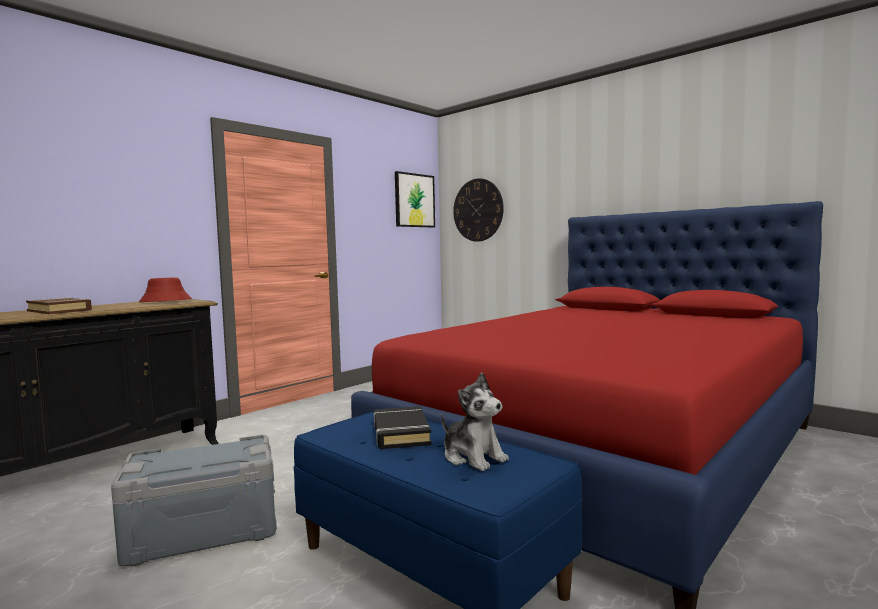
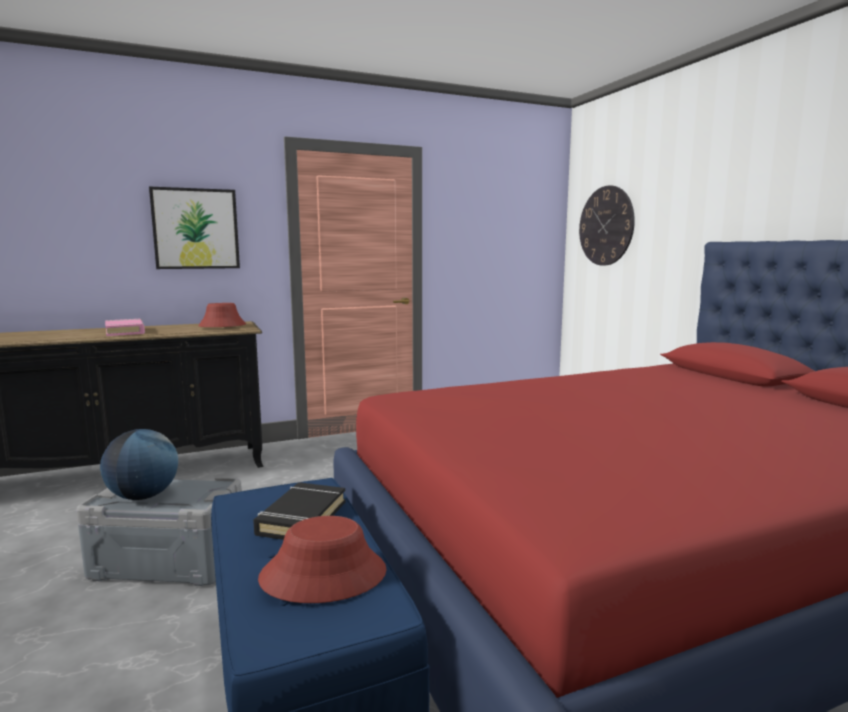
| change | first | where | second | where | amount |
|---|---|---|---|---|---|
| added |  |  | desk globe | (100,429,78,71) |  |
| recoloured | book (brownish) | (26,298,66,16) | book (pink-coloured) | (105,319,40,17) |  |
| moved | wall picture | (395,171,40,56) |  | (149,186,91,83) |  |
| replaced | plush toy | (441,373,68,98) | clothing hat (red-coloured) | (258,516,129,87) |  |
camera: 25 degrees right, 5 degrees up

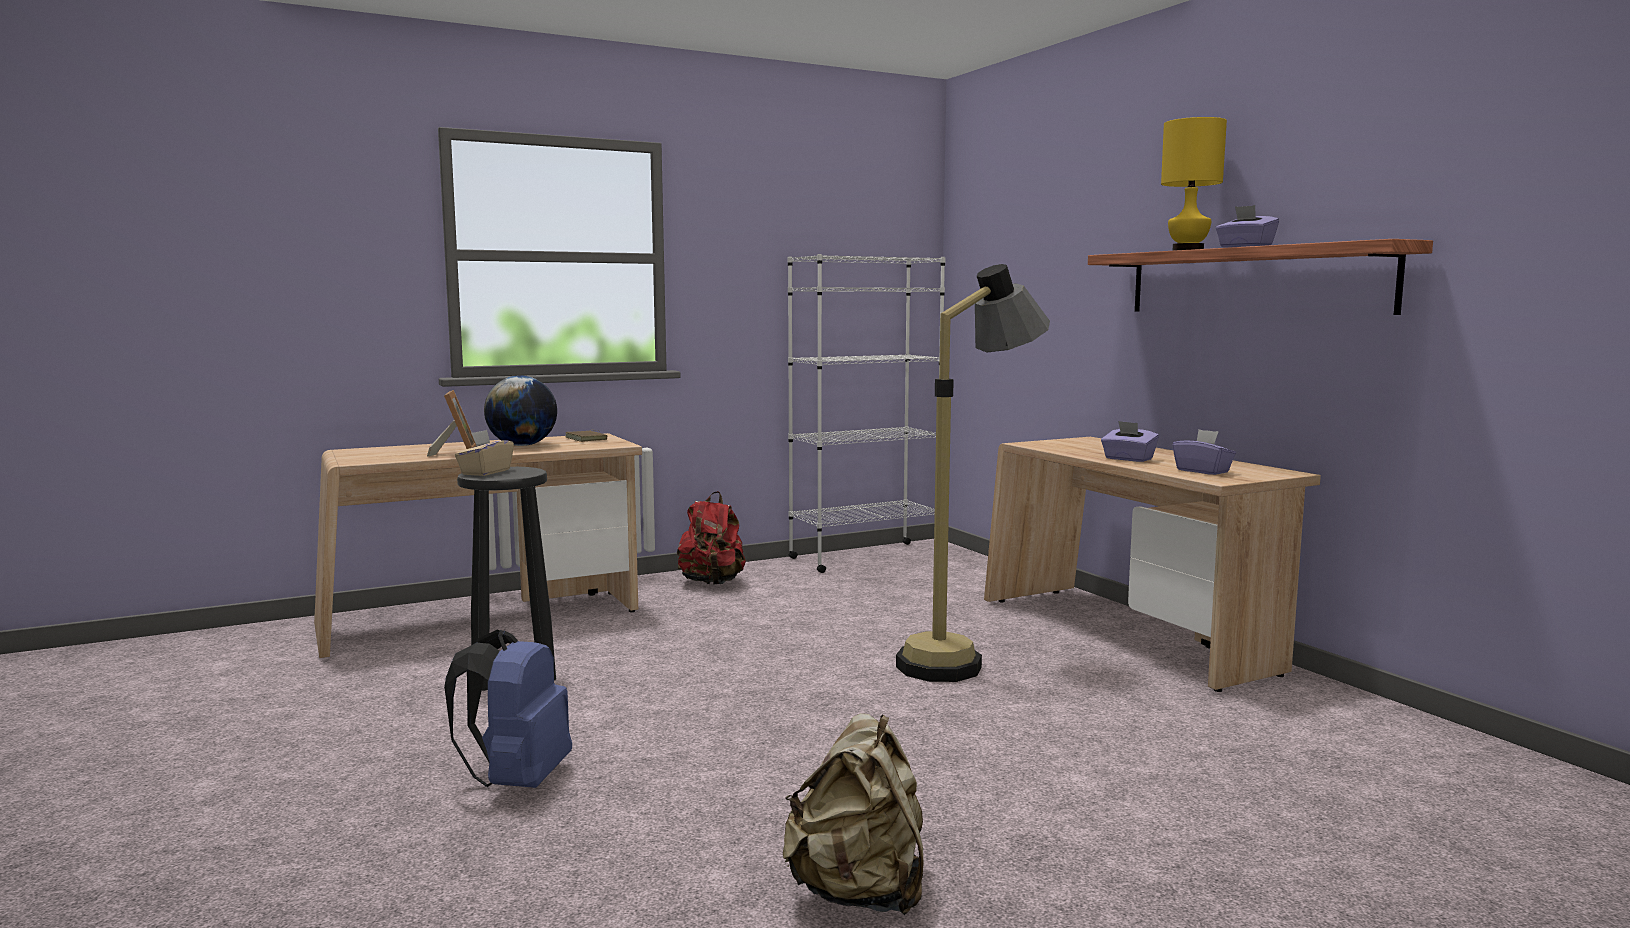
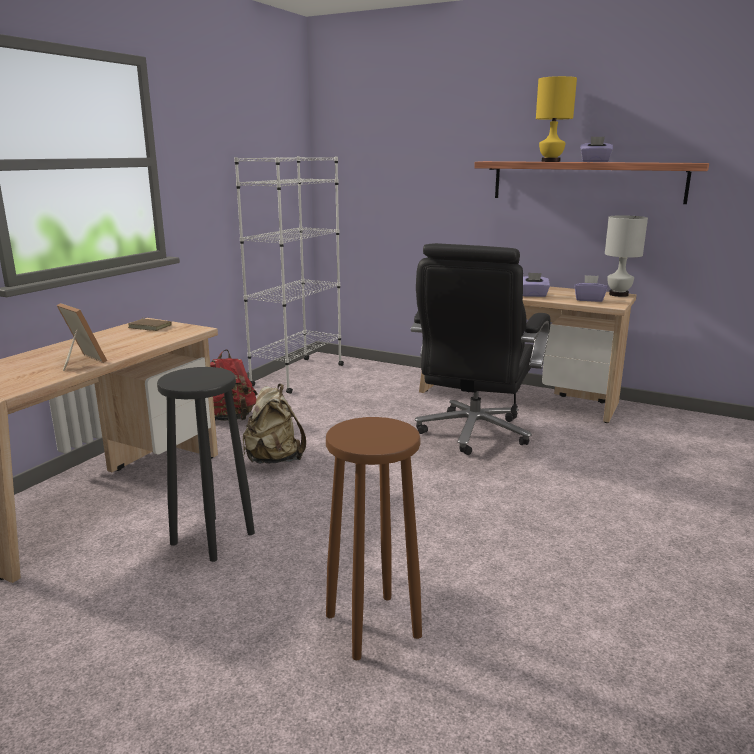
| change | first | where | second | where | amount |
|---|---|---|---|---|---|
| moved | rucksack (beige) | (783,713,140,202) |  | (243,384,63,80) |  |
| replaced | rucksack (blue-coloured) | (444,630,128,158) | sitting stool (brownish) | (326,417,96,243) |  |
| replaced | floor lamp | (896,264,154,418) | computer chair (black) | (411,243,139,212) |  |
| added |  |  | tabletop lamp (whitish) | (605,215,43,82) |  |
| removed | box of tissues (beige) | (455,430,59,46) |  |  |  |
| removed | desk globe | (484,375,73,71) |  |  |  |
camera: 35 degrees left, 10 degrees up

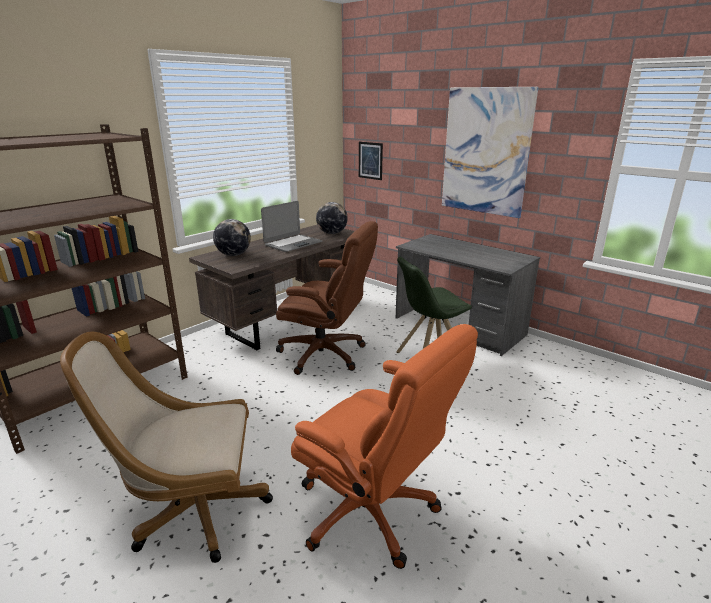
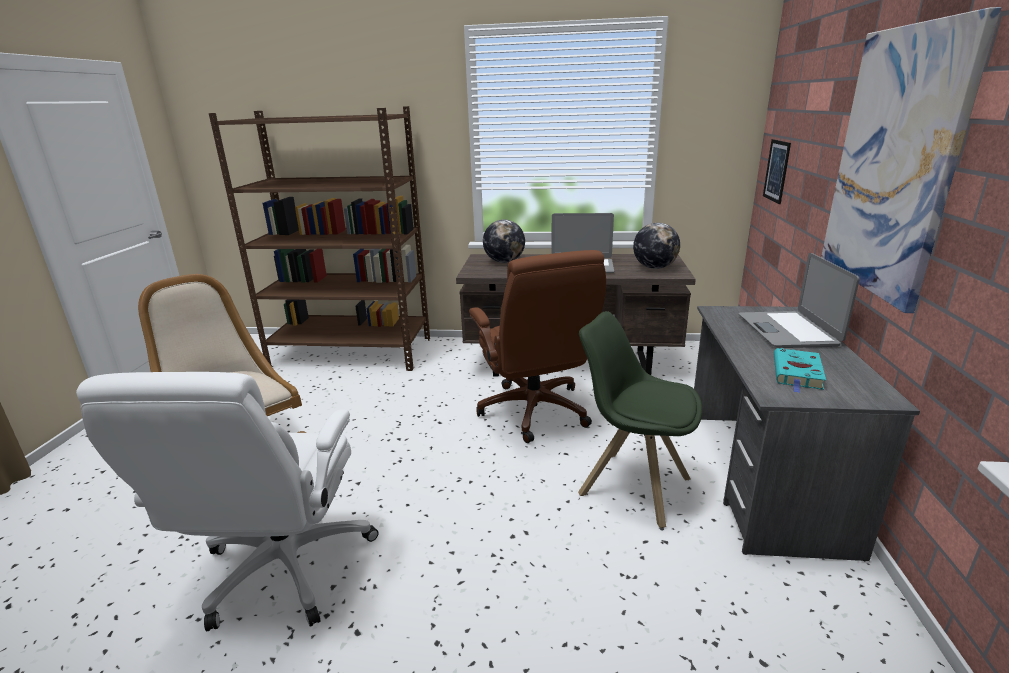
| change | first | where | second | where | amount |
|---|---|---|---|---|---|
| recoloured | computer chair (orange-coloured) | (291,324,187,245) | computer chair (whitish) | (76,372,302,259) |  |
| added |  |  | notebook computer | (739,253,121,95) |  |
| added |  |  | book (turquoise-coloured) | (774,348,52,45) |  |
camera: 55 degrees right, 0 degrees up

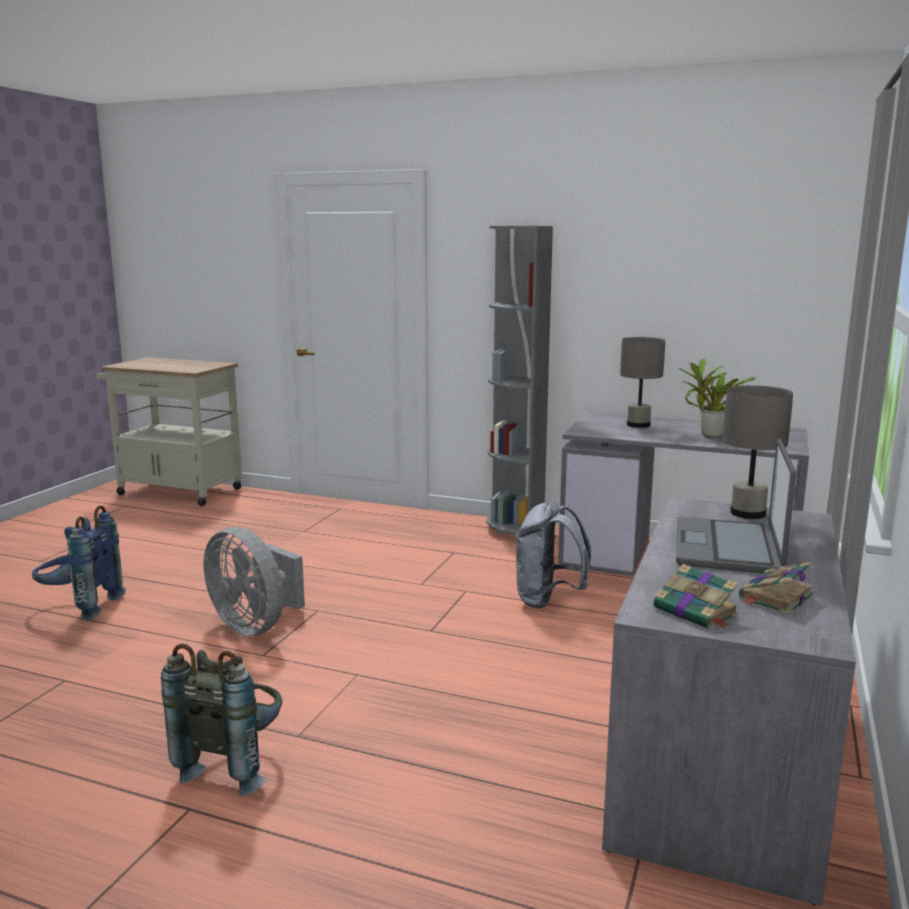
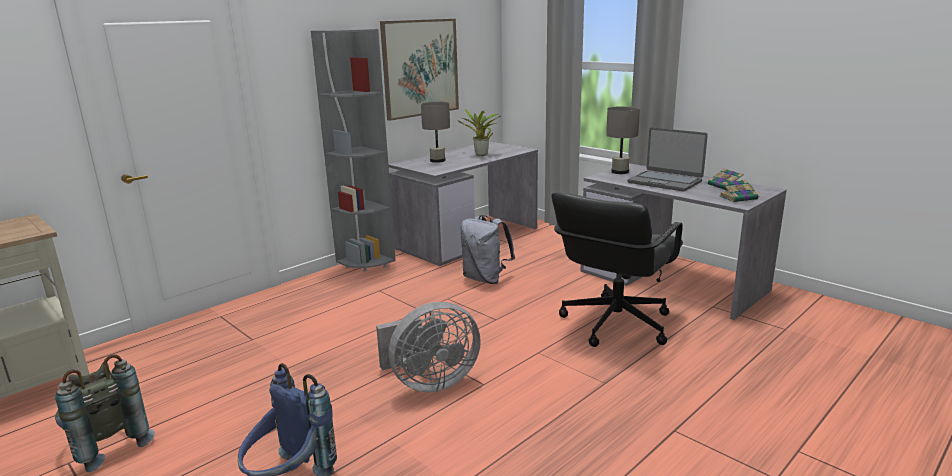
| change | first | where | second | where | amount |
|---|---|---|---|---|---|
| moved | rucksack (gray) | (161,644,121,152) |  | (55,354,100,118) |  |
| added |  |  | wall picture | (380,19,79,102) |  |
| added |  |  | computer chair (black) | (551,192,132,155) |  |
camera: 65 degrees left, 5 degrees up

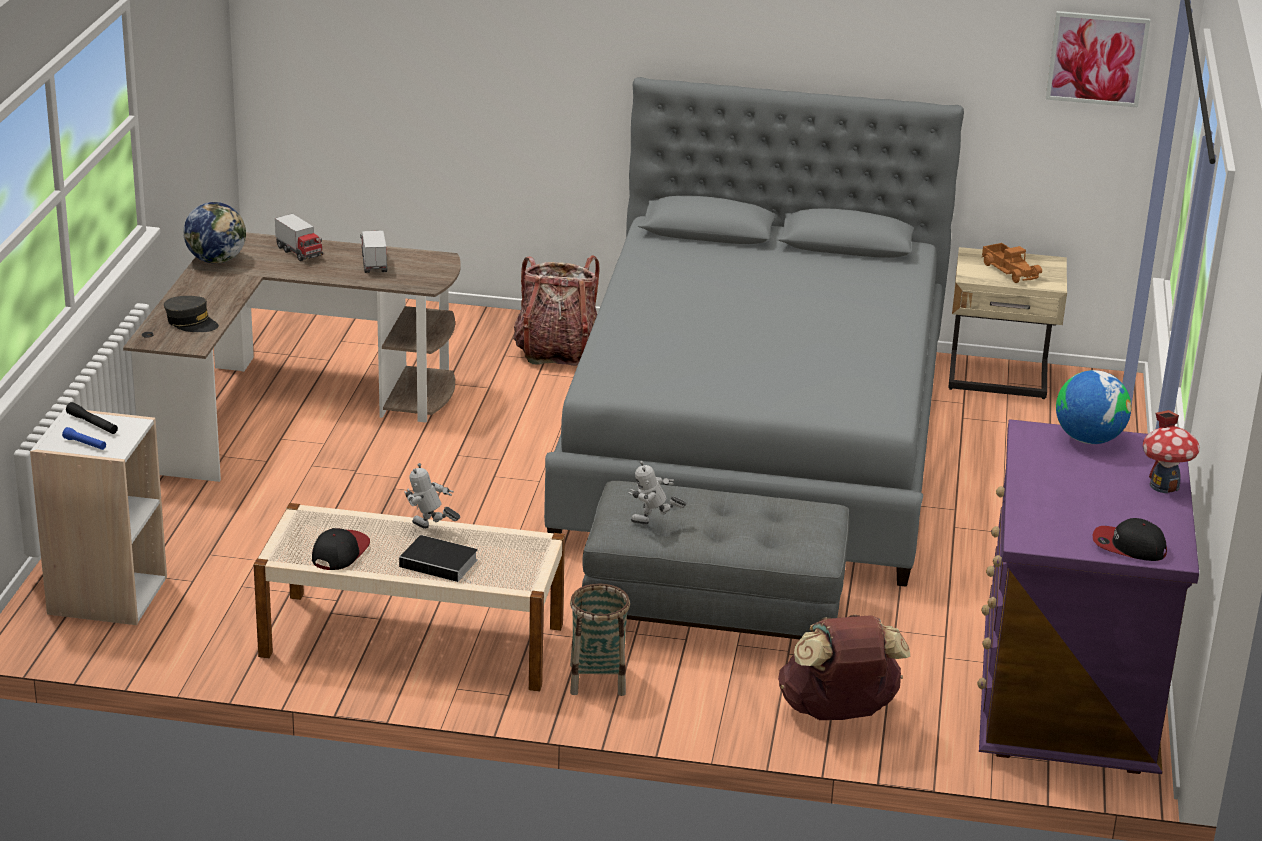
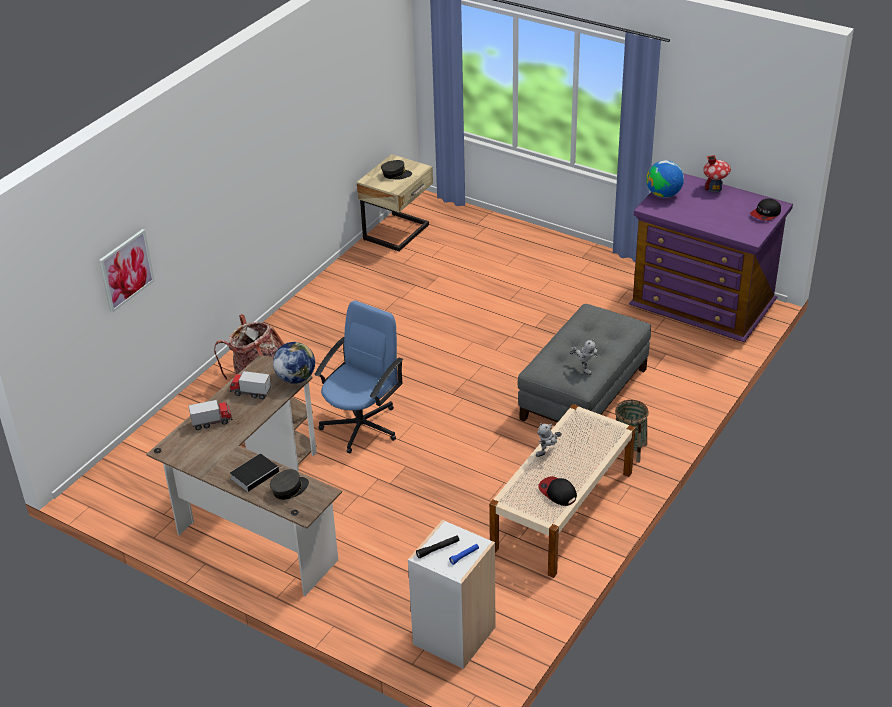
| change | first | where | second | where | amount |
|---|---|---|---|---|---|
| moved | wall picture | (1046,11,104,96) |  | (99,229,56,84) |  |
| moved | book | (399,535,79,48) |  | (230,453,53,39) |  |
| moved | desk globe | (183,202,63,62) |  | (273,342,42,42) |  |
| added |  |  | computer chair (blue-coloured) | (315,300,88,154) |  |
| replaced | model truck | (982,243,60,40) | peaked cap (gray) | (381,160,31,20) |  |
| turned | model robot | (629,461,57,64) |  | (569,339,29,36) | 60 degrees counterclockwise |
| removed | bedroom bed (gray) | (544,77,420,510) |  |  |  |
| removed | rucksack (brownish) | (778,614,132,106) |  |  |  |
camera: 65 degrees left, 10 degrees up

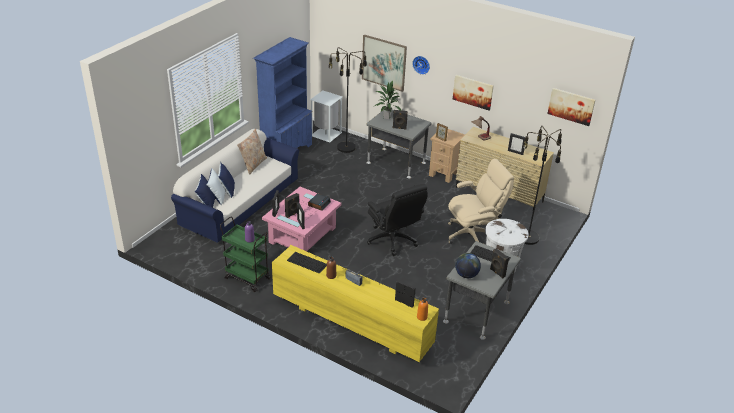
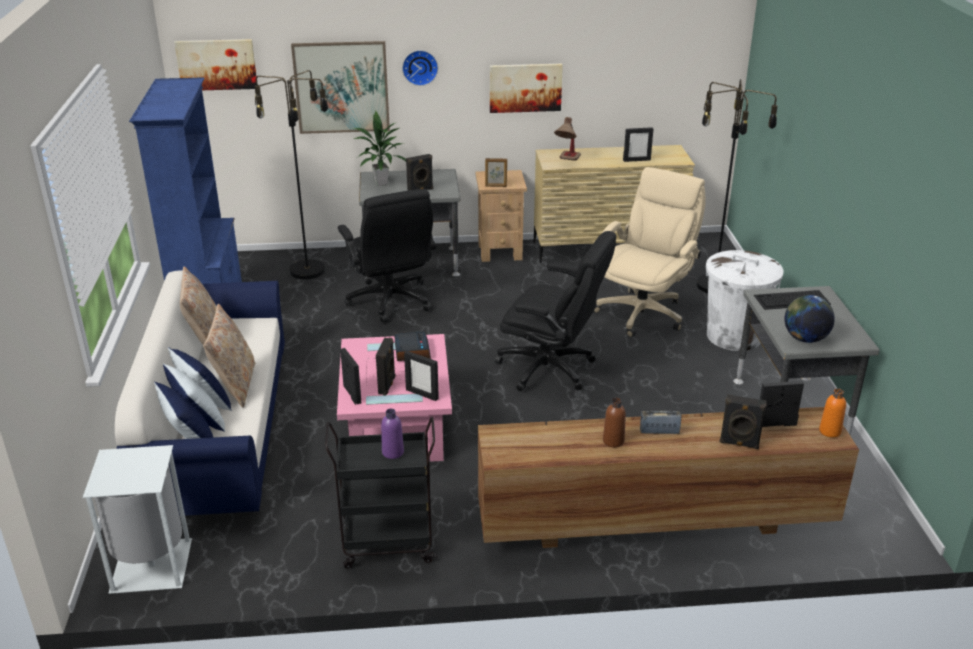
| change | first | where | second | where | amount |
|---|---|---|---|---|---|
| moved | waste bin (whitish) | (310,91,33,52) |  | (83,445,109,149) |  |
| moved | wall picture | (547,88,48,38) |  | (174,39,83,51) |  |
| added |  |  | throw pillow (beige) | (203,304,52,104) |  |
| recoloured | trolley (greenish) | (220,217,50,75) | trolley (black) | (325,416,113,153) |  |
| added |  |  | computer chair (black) | (338,189,98,134) |  |
| recoloured | storage cabinet (yellow) | (272,245,167,117) | storage cabinet (brownish) | (478,407,381,141) |  |
| moved | loudspeaker (black) | (490,248,19,30) |  | (719,394,48,55) |  |
| removed | keyboard | (287,252,40,22) |  |  |  |
camera: 35 degrees left, 5 degrees down

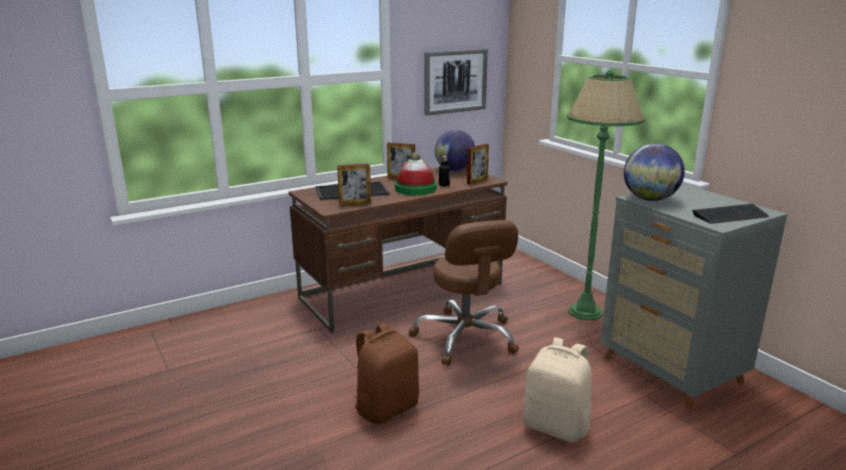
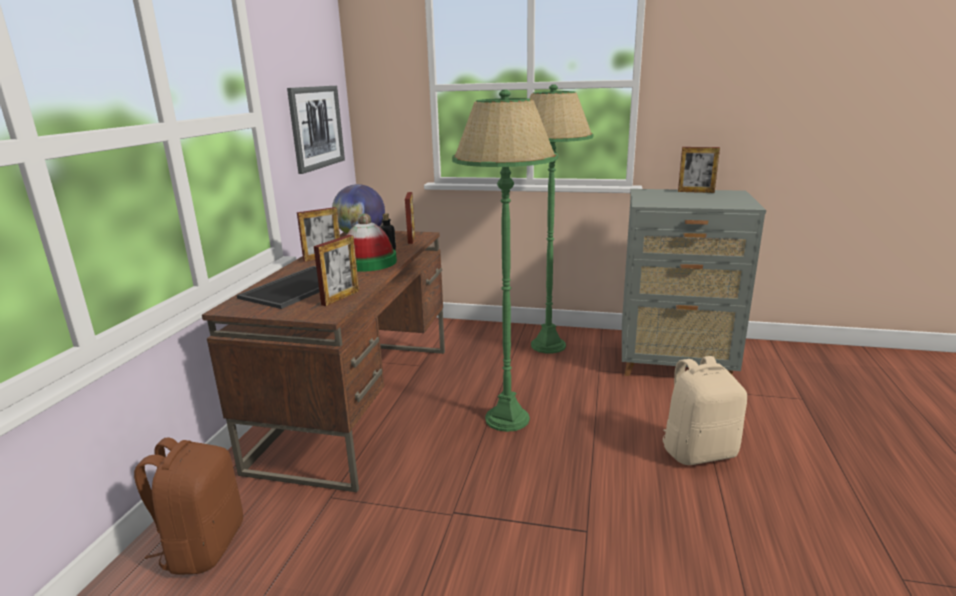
| change | first | where | second | where | amount |
|---|---|---|---|---|---|
| moved | rucksack (brownish) | (354,323,65,101) |  | (134,437,109,138) |  |
| replaced | computer chair (brownish) | (408,220,111,146) | floor lamp (greenish) | (452,89,105,343) |  |
| added |  |  | picture frame | (678,147,42,46) |  |
| removed | desk globe | (624,143,61,58) |  |  |  |
| removed | keyboard | (692,204,77,20) |  |  |  |
camera: 45 degrees left, 0 degrees up

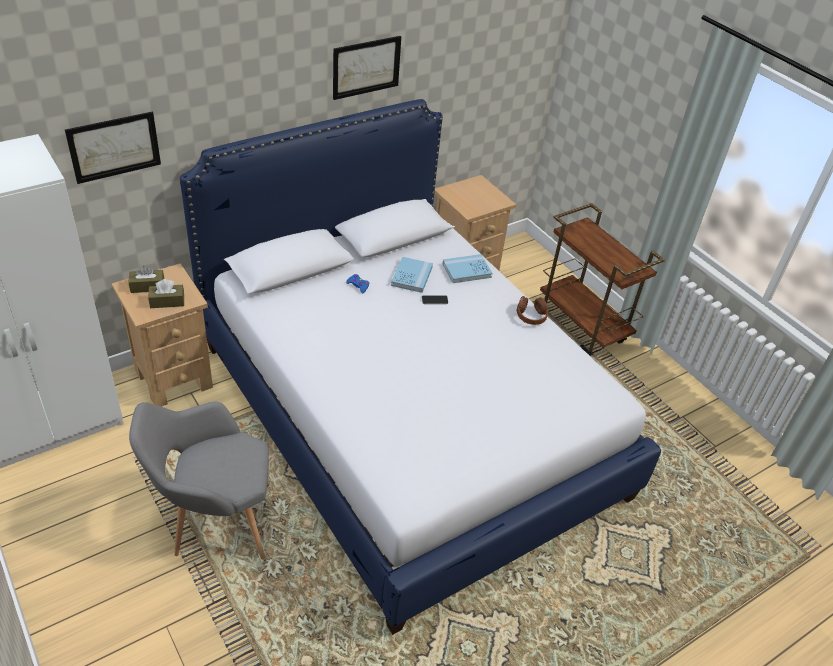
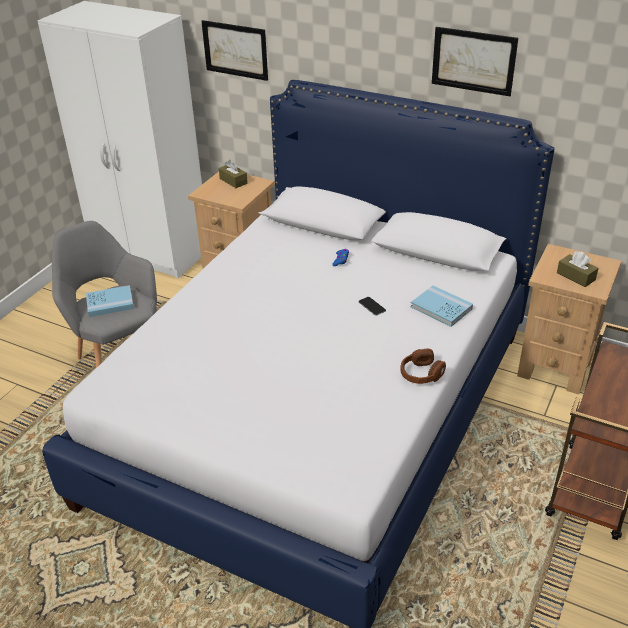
| change | first | where | second | where | amount |
|---|---|---|---|---|---|
| moved | book (blue-coloured) | (391,257,42,36) |  | (86,285,48,32) |  |
| moved | box of tissues (brownish) | (148,279,36,29) |  | (557,251,41,36) |  |
camera: 65 degrees right, 5 degrees down

